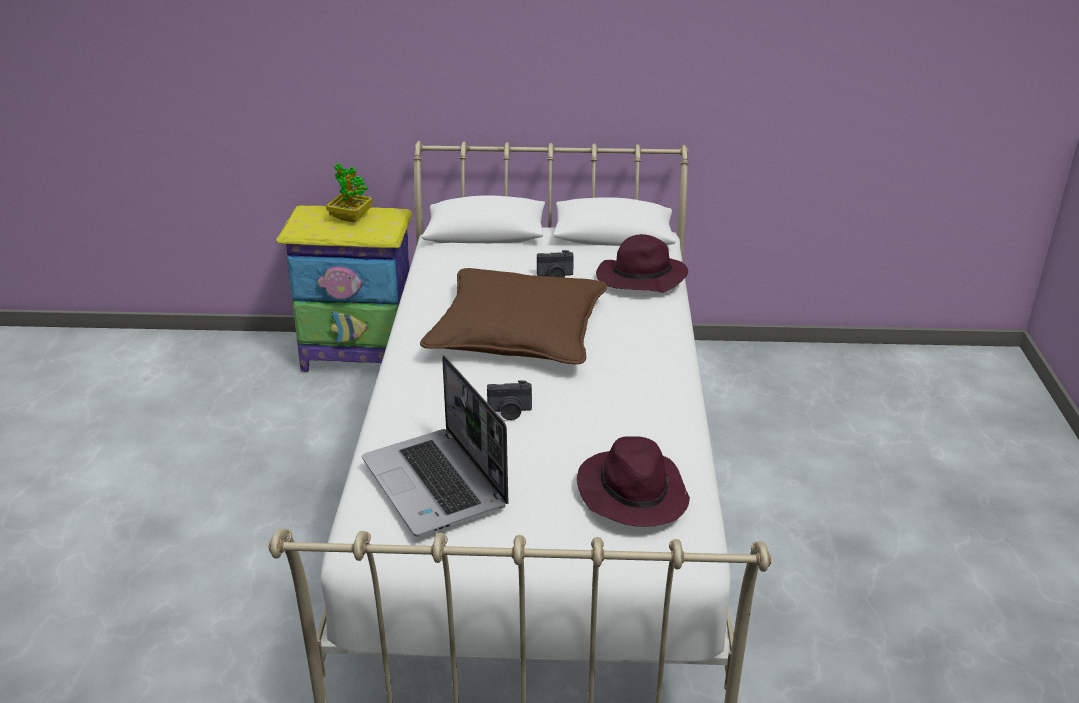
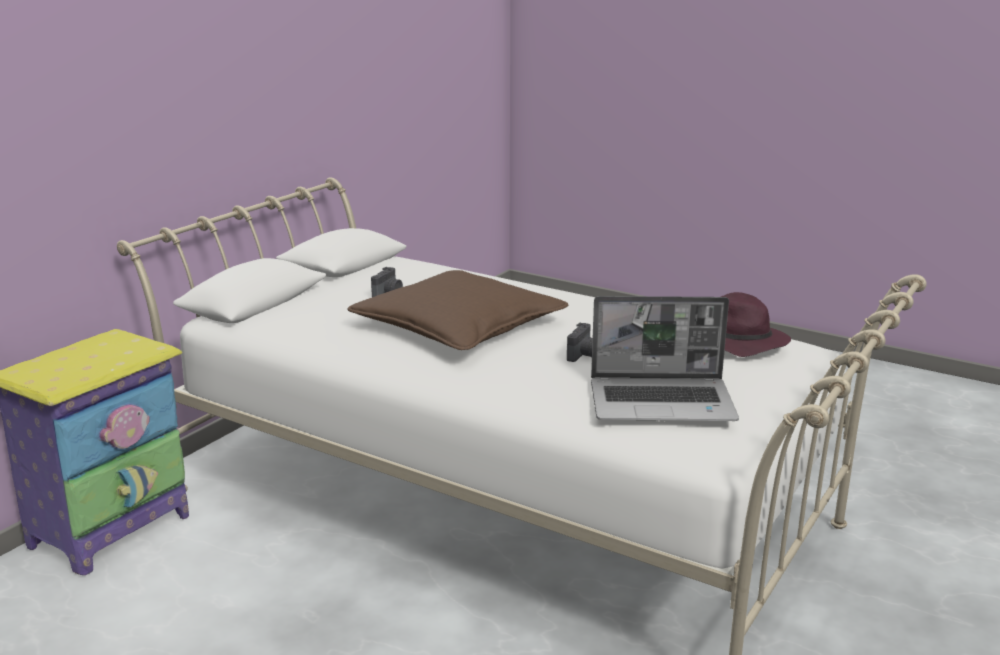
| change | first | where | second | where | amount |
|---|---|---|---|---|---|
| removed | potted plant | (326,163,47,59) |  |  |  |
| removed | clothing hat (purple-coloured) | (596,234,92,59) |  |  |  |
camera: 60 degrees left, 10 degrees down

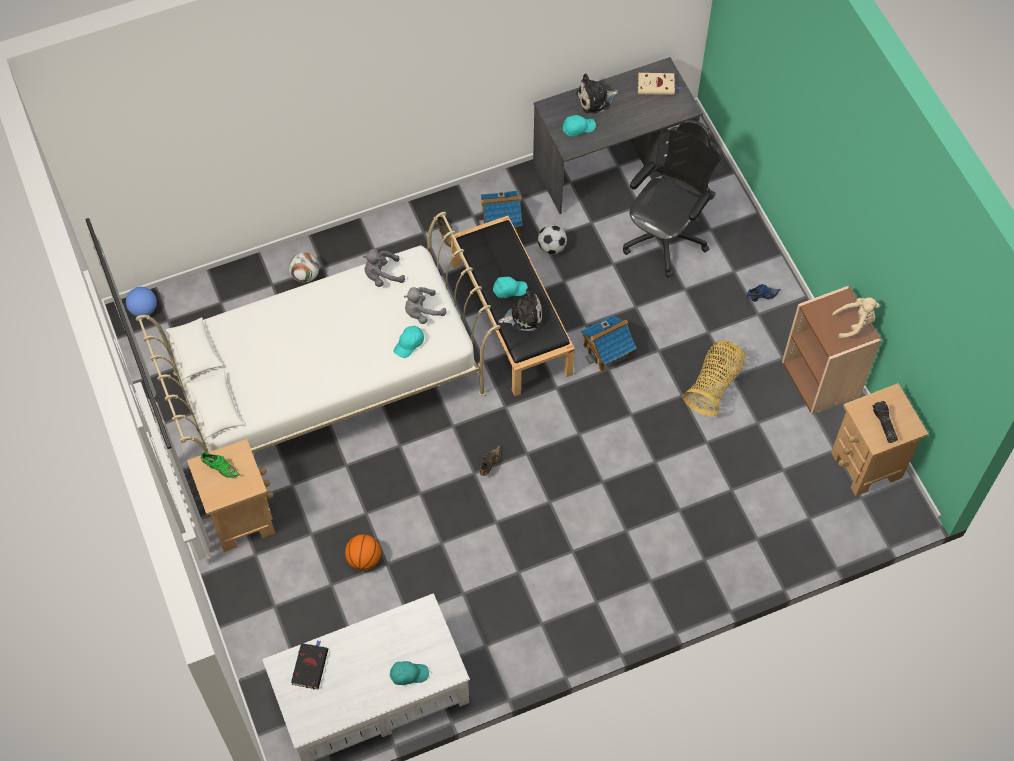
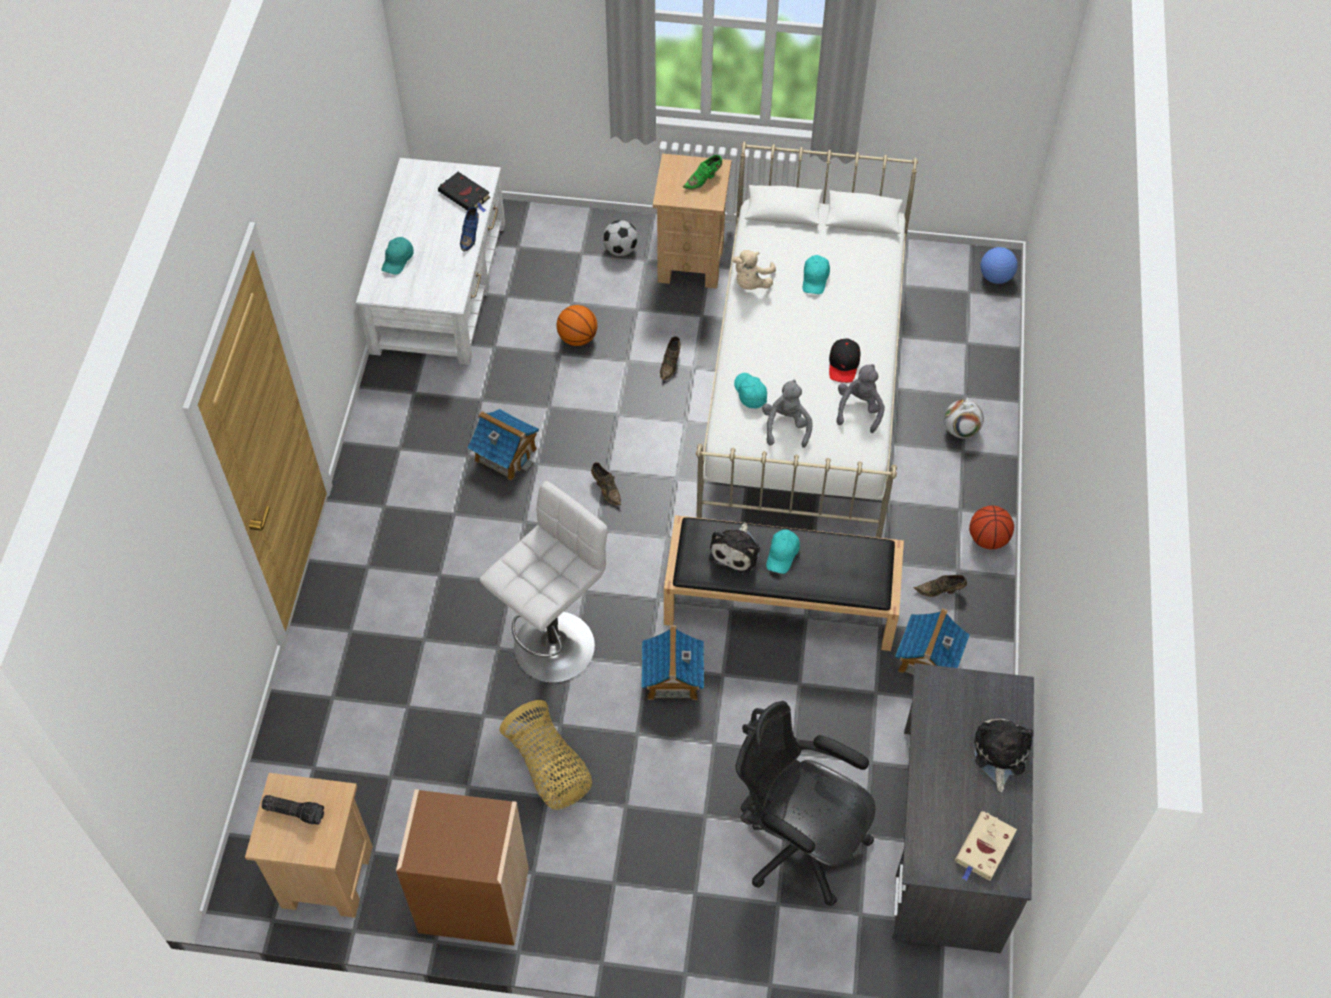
| change | first | where | second | where | amount |
|---|---|---|---|---|---|
| moved | low shoe (blue-coloured) | (746,284,35,18) |  | (460,207,19,45) |  |
| added |  |  | model house | (467,409,72,72) |  |
| added |  |  | sitting stool (whitish) | (480,481,128,202) |  |
| moved | football | (538,225,29,29) |  | (603,220,35,36) |  |
| added |  |  | low shoe (brownish) | (660,336,21,44) |  |
| moved | plush toy (beige) | (832,298,48,41) |  | (732,250,44,40) |  |
| turned | computer chair | (623,120,99,158) |  | (736,701,139,205) | 150 degrees clockwise |
| moved | peaked cap (turquoise-coloured) | (563,115,33,21) |  | (803,255,27,39) |  |
| added |  |  | peaked cap (black) | (829,338,31,45) |  |
| added |  |  | basketball ball | (969,506,45,44) |  |
camera: 120 degrees right, 5 degrees down

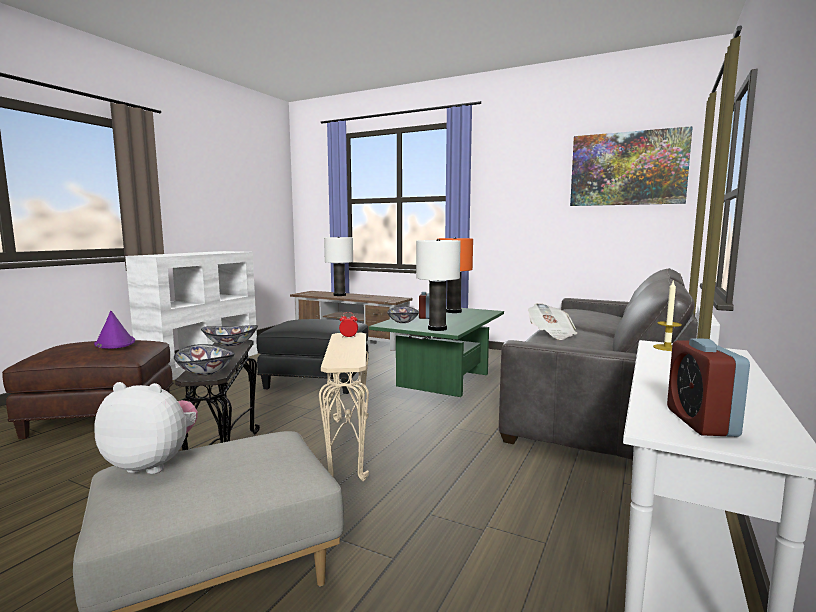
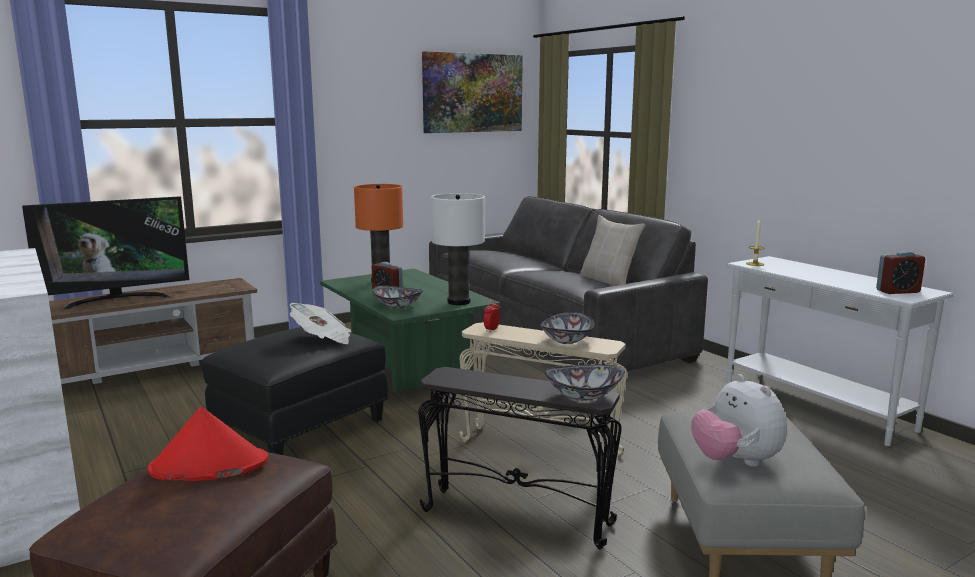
| change | first | where | second | where | amount |
|---|---|---|---|---|---|
| replaced | tabletop lamp (whitish) | (324,237,29,59) | TV | (22,196,167,114) |  |
| recoloured | clothing hat (purple-coloured) | (94,311,41,38) | clothing hat (red-coloured) | (148,406,120,75) |  |
| moved | newspaper | (528,303,49,37) |  | (290,303,61,41) |  |
| moved | bowl | (201,325,57,21) |  | (540,312,55,32) |  |
| added |  |  | throw pillow (beige) | (579,215,66,71) |  |
| turned | plush toy | (94,382,104,92) |  | (691,374,96,93) | 60 degrees counterclockwise |
| turned | table clock | (667,338,83,99) |  | (876,251,49,43) | 45 degrees counterclockwise |
camera: 60 degrees left, 5 degrees up

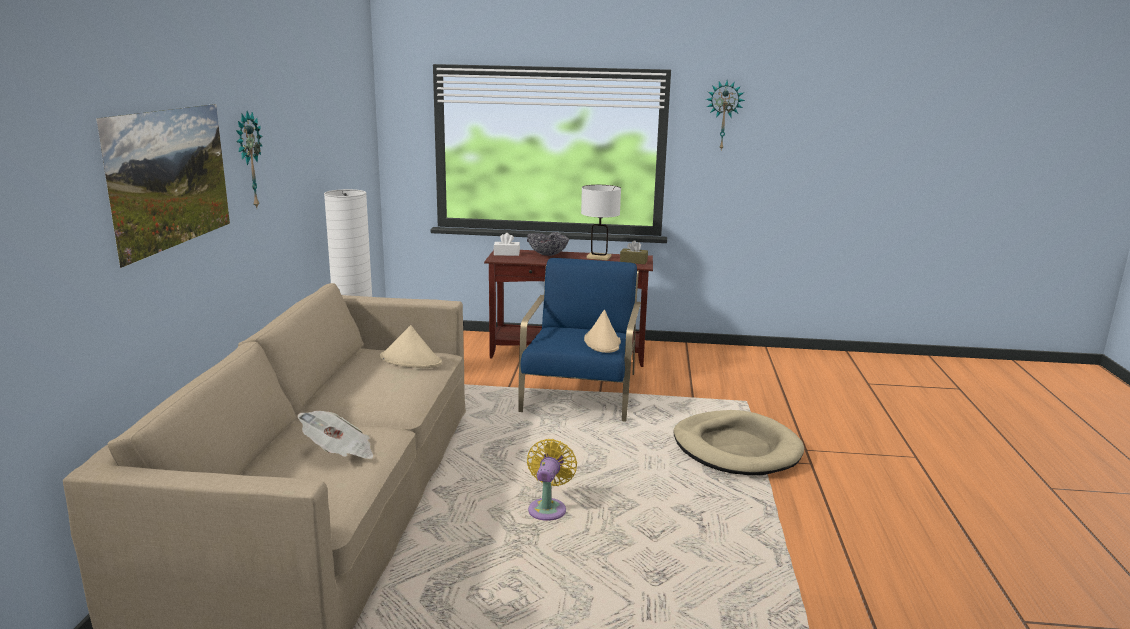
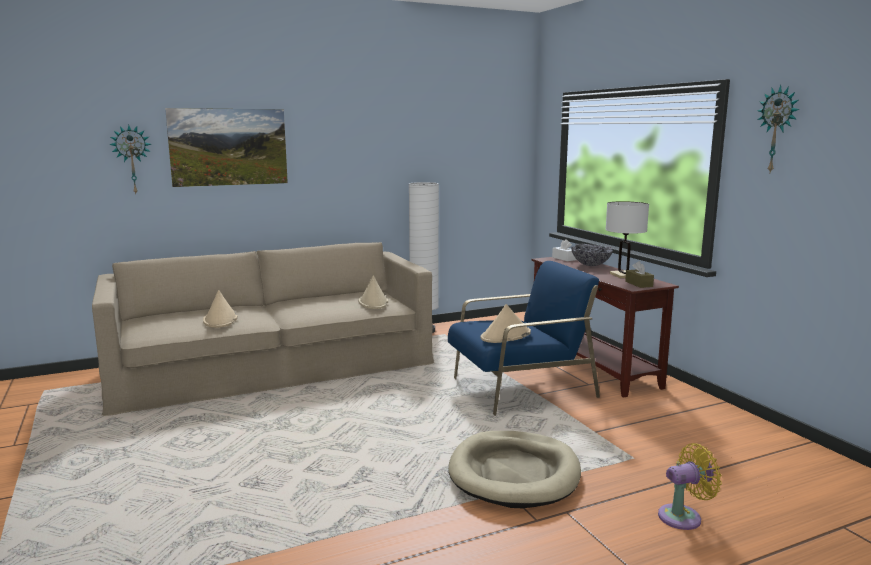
| change | first | where | second | where | amount |
|---|---|---|---|---|---|
| moved | wall clock | (236,111,27,97) |  | (109,125,42,69) |  |
| replaced | newspaper | (298,411,75,48) | clothing hat (beige) | (203,290,35,38) |  |
| moved | cooling fan (yellow) | (527,439,50,82) |  | (658,443,64,87) |  |
camera: 60 degrees right, 5 degrees down

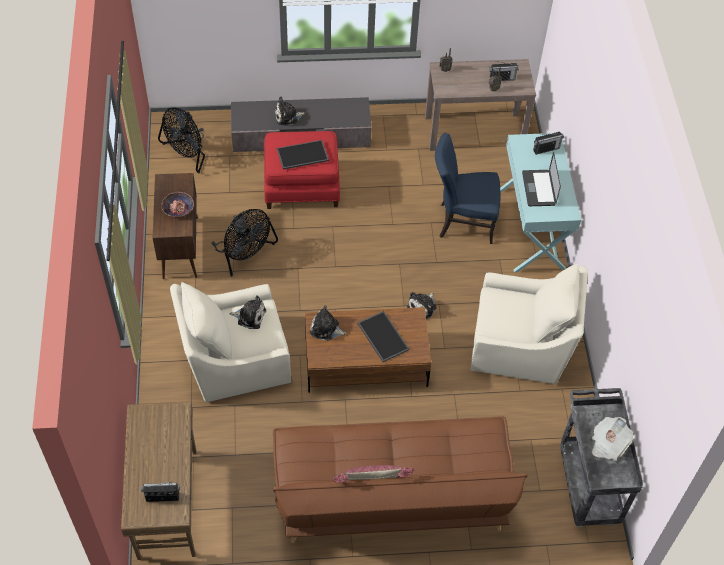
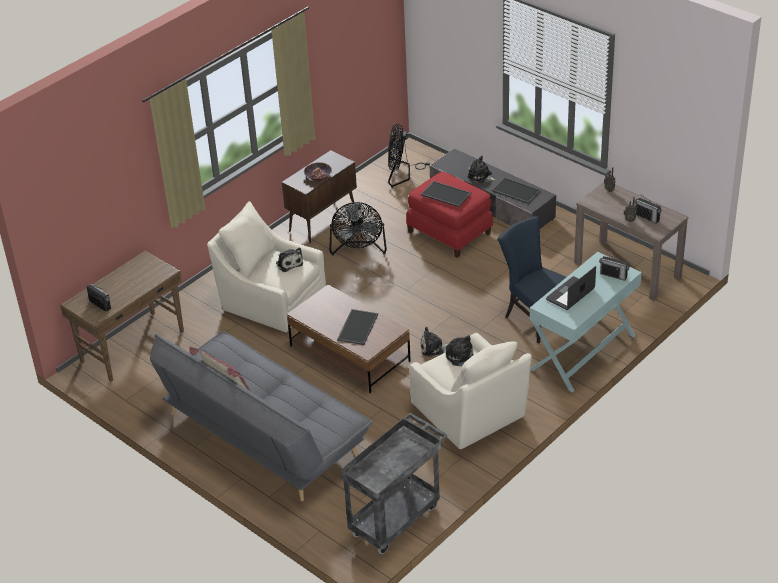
| change | first | where | second | where | amount |
|---|---|---|---|---|---|
| recoloured | couch (brownish) | (273,416,255,127) | couch (gray) | (150,331,222,170) |  |
| moved | plush toy | (310,305,37,36) |  | (446,335,28,32) |  |
| added |  |  | serving tray | (492,177,49,27) |  |
| removed | newspaper | (592,417,41,44) |  |  |  |
camera: 50 degrees right, 15 degrees down

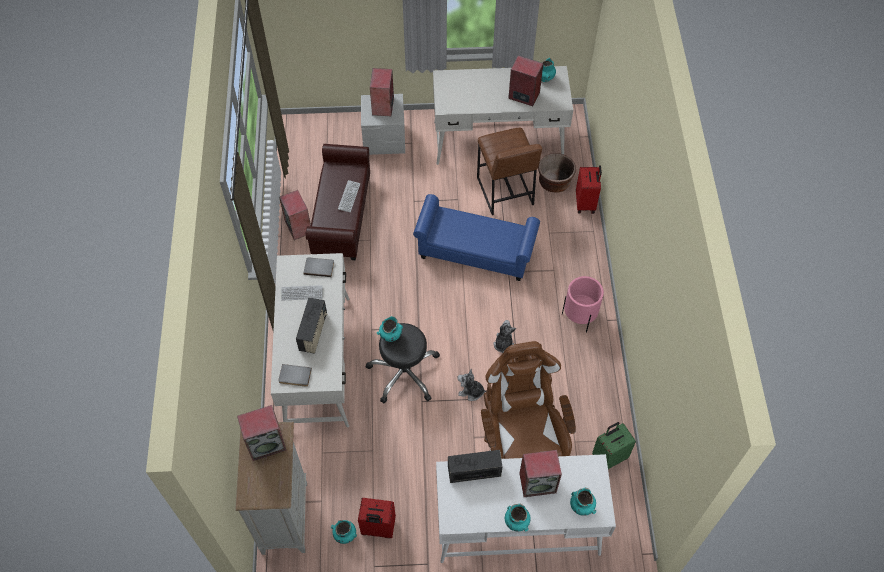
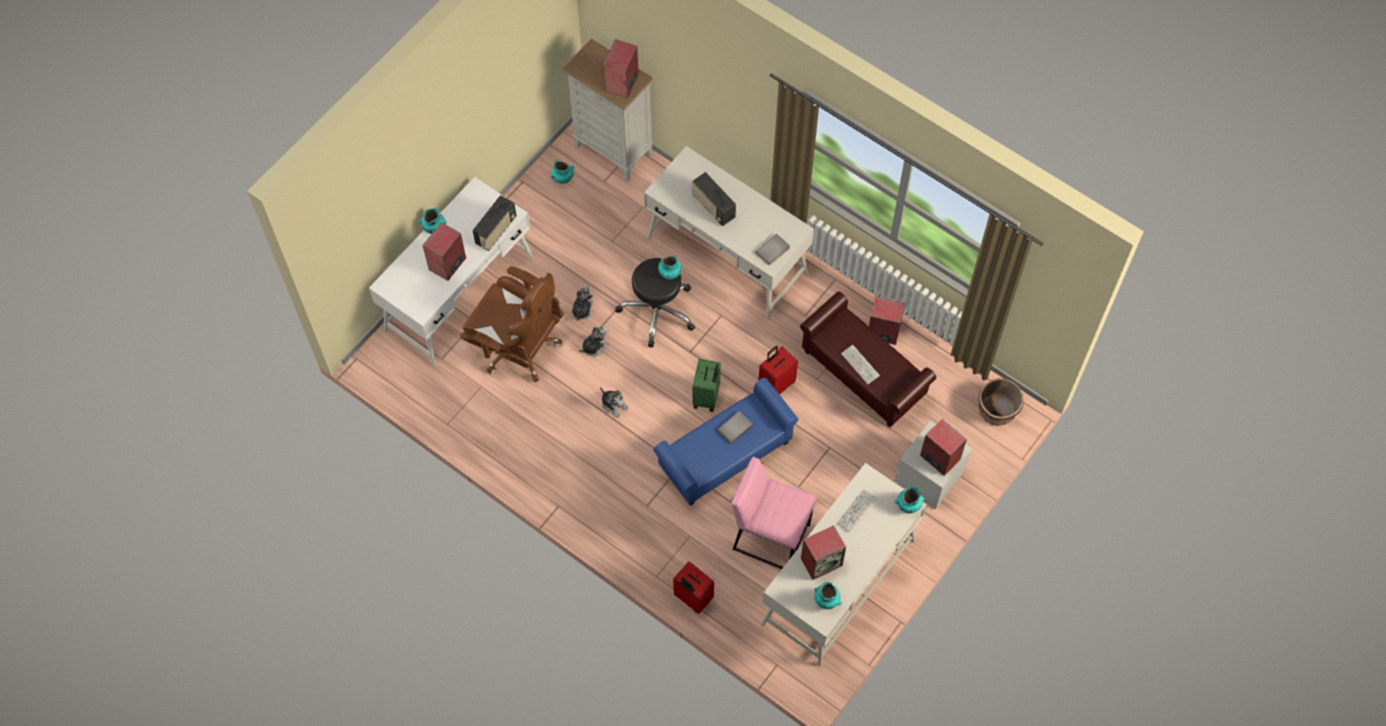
| change | first | where | second | where | amount |
|---|---|---|---|---|---|
| added |  |  | plush toy | (571,285,22,36) |  |
| moved | piece of luggage (greenish) | (592,422,44,47) |  | (693,359,28,53) |  |
| moved | book (gray) | (278,364,34,23) |  | (718,411,35,33) |  |
| recoloured | upright chair (brownish) | (477,128,65,87) | upright chair (pink-coloured) | (731,457,86,112) |  |
| moved | piece of luggage (red-coloured) | (358,498,38,40) |  | (758,346,40,49) |  |
| moved | keyboard | (281,285,42,15) |  | (837,489,39,43) |  |
| moved | decorative vase (turquoise-coloured) | (570,488,26,28) |  | (895,487,29,26) |  |
| moved | flower pot (brownish) | (538,153,38,40) |  | (978,378,46,48) |  |
| removed | flower pot (pink-coloured) | (562,276,42,57) |  |  |  |
camera: 130 degrees right, 5 degrees up

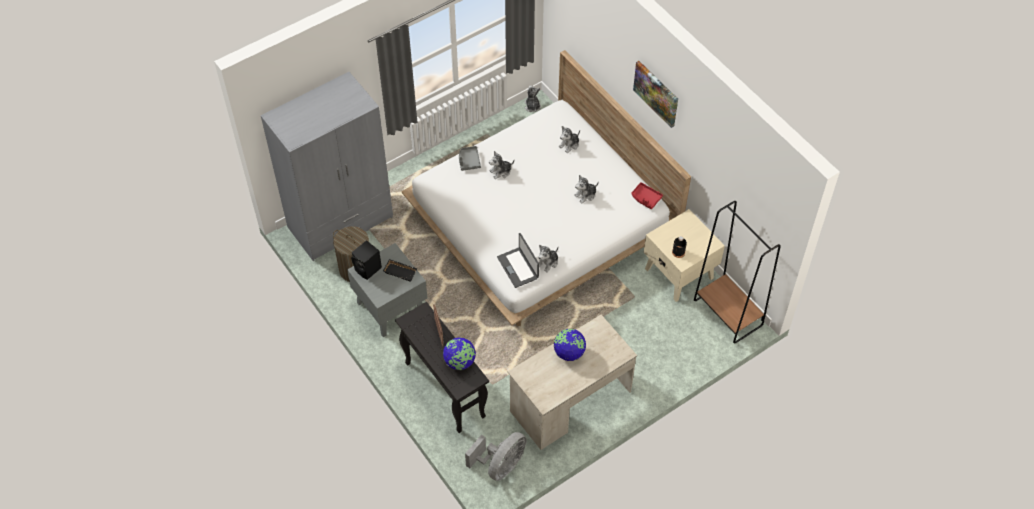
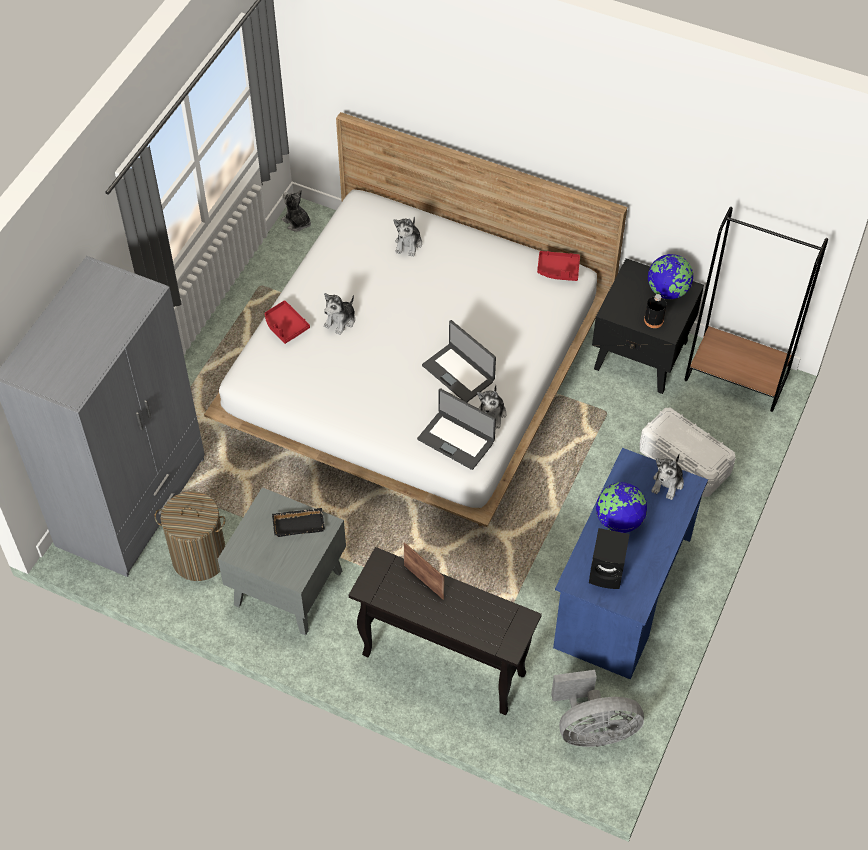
| change | first | where | second | where | amount |
|---|---|---|---|---|---|
| recoloured | serving tray (gray) | (459,146,22,25) | serving tray (red-coloured) | (265,300,45,44) |  |
| added |  |  | notebook computer | (422,320,74,82) |  |
| turned | cooling fan (gray) | (465,432,62,49) |  | (551,670,93,77) | 75 degrees clockwise |
| recoloured | desk unit (beige) | (508,315,129,135) | desk unit (blue-coloured) | (553,448,155,232) |  |
| moved | loudspeaker (black) | (351,240,31,40) |  | (589,528,41,61) |  |
| recoloured | bedside table (beige) | (644,209,81,93) | bedside table (black) | (592,258,112,136) |  |
| added |  |  | storage bin (whitish) | (640,408,96,89) |  |
| moved | desk globe | (443,337,33,33) |  | (648,254,45,45) |  |
| moved | plush toy | (574,175,25,28) |  | (652,454,32,46) |  |
| removed | wall picture | (633,61,45,67) |  |  |  |
camera: 30 degrees left, 0 degrees up

